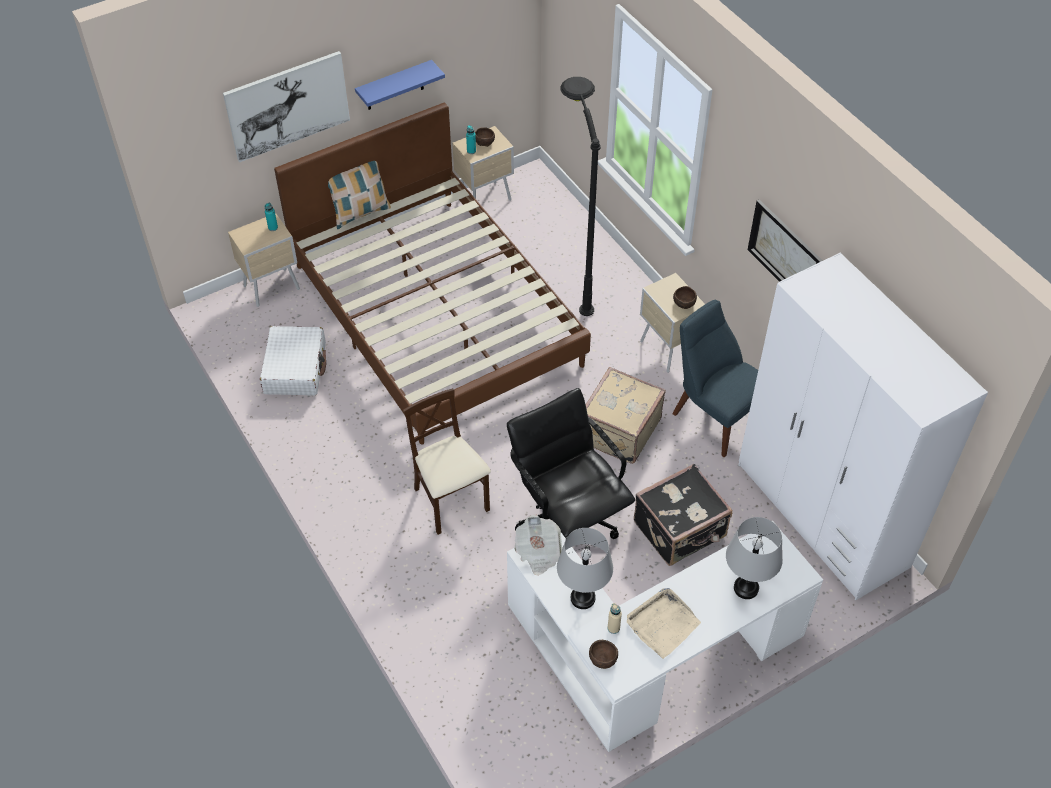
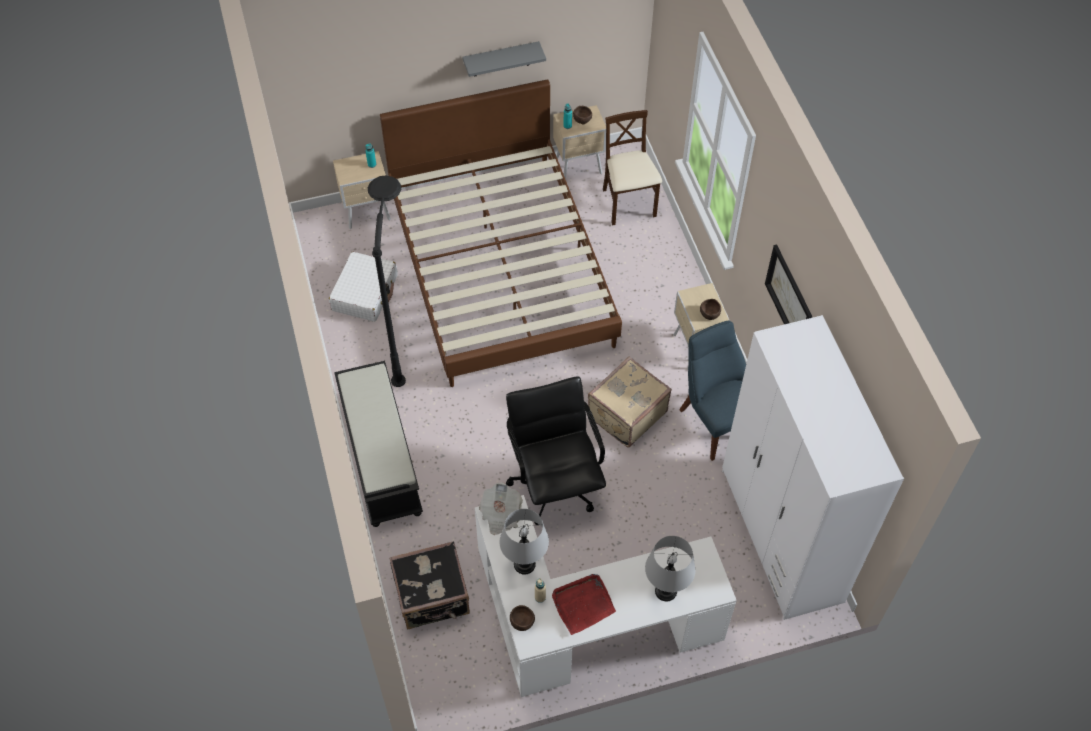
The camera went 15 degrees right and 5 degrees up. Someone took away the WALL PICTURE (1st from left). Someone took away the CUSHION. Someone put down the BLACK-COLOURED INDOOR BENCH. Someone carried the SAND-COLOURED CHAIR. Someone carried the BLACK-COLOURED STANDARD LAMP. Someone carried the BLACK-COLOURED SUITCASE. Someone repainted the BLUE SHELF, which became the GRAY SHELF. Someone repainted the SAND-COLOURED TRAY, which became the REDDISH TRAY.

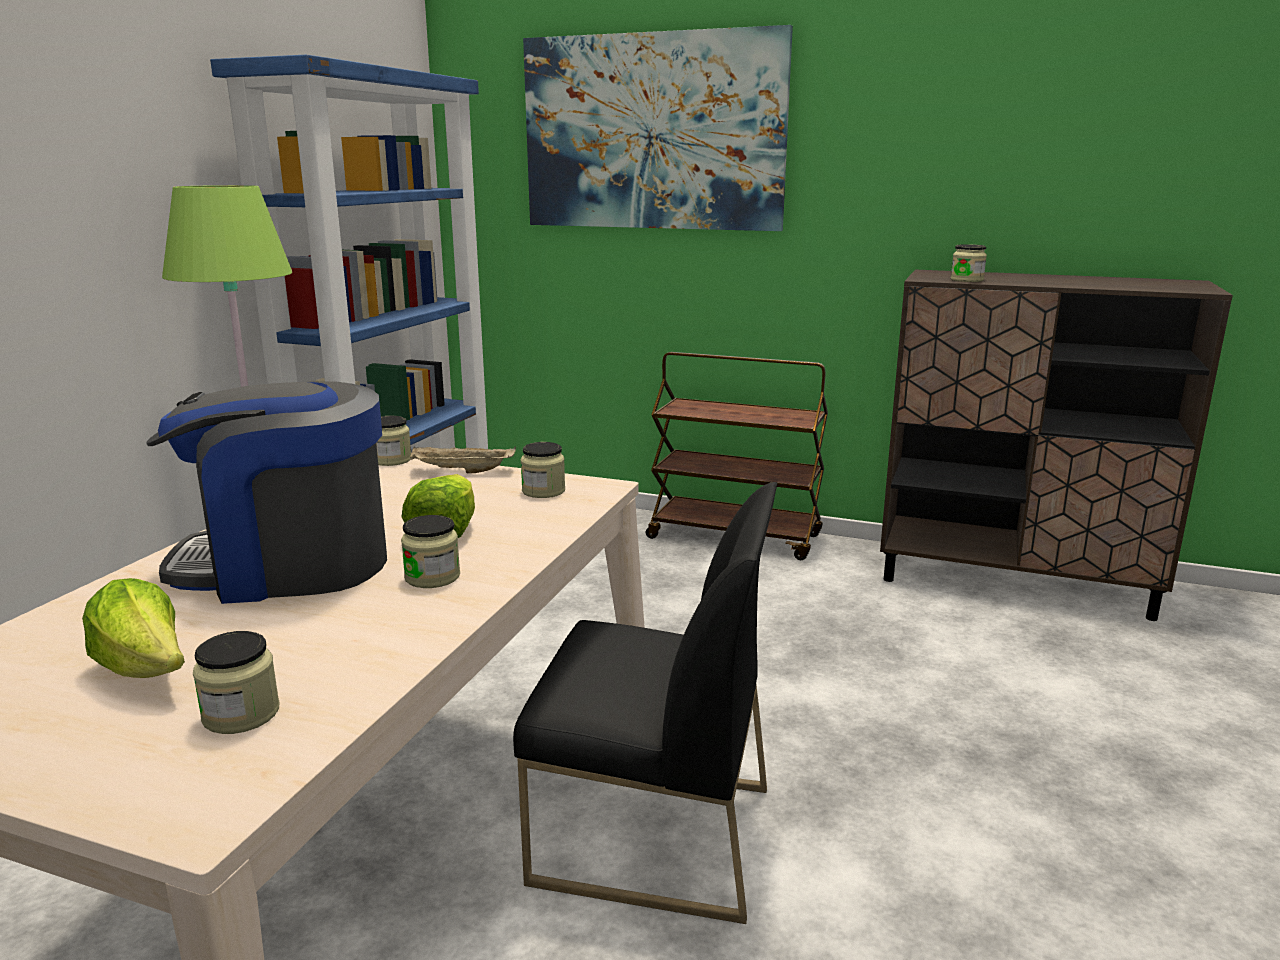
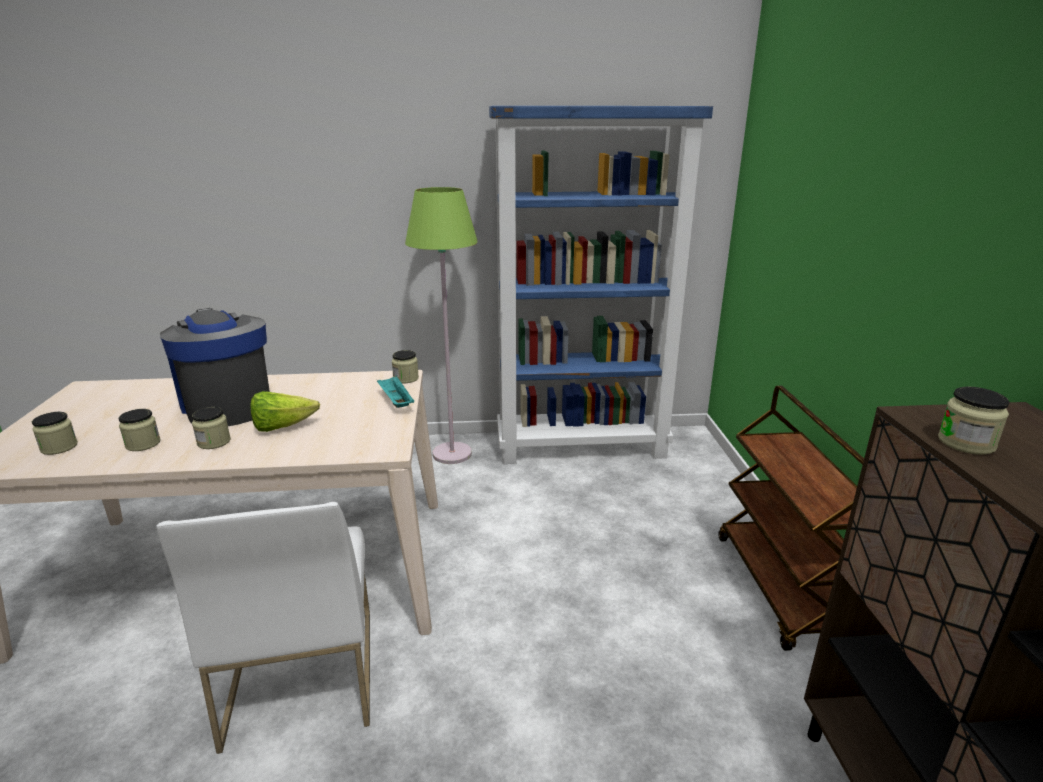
The camera went 65 degrees right and 5 degrees up. Someone took away the LETTUCE HEAD (1st from left). Someone took away the WALL PICTURE. Someone carried the JAR (4th from left in the first image). Someone repainted the SAND-COLOURED TRAY, which became the TURQUOISE-COLOURED TRAY. Someone repainted the BLACK-COLOURED CHAIR, which became the WHITE-COLOURED CHAIR.

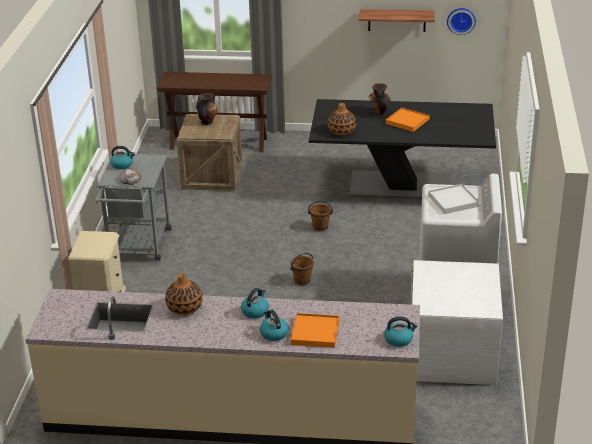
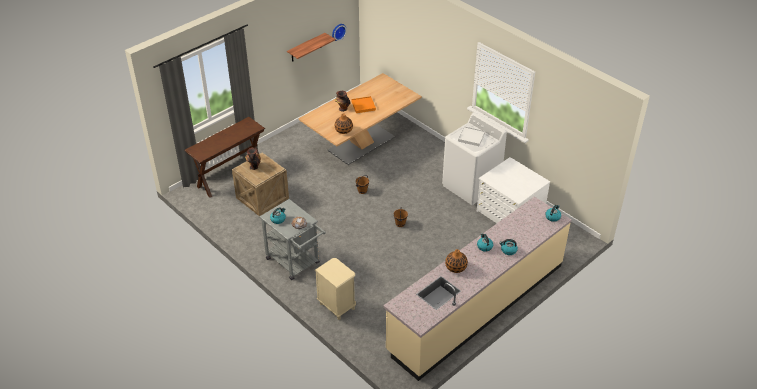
The camera went 50 degrees left and 10 degrees up. Someone took away the ORANGEY TRAY (1st from left). Someone repainted the BLACK-COLOURED DINNER TABLE, which became the SAND-COLOURED DINNER TABLE.

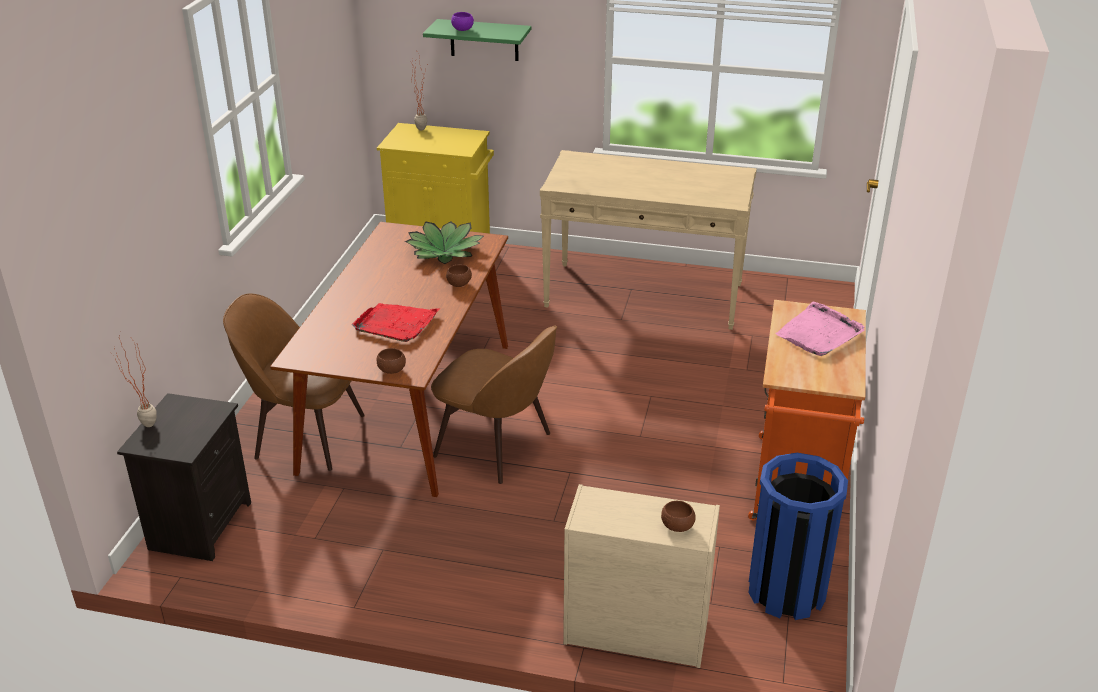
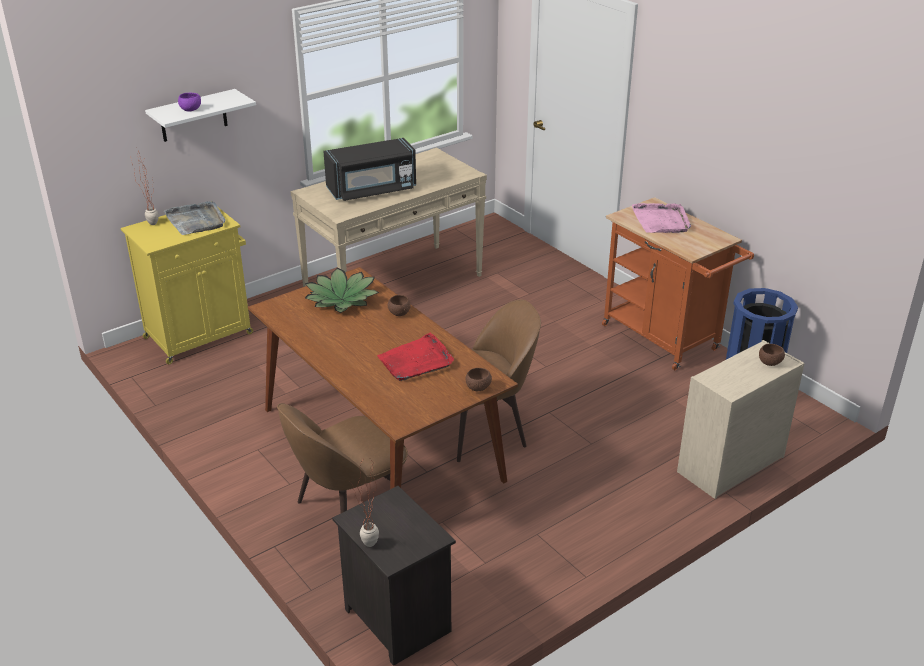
The camera went 50 degrees left and 0 degrees up. Someone put down the GRAY TRAY. Someone put down the BLACK-COLOURED MICROWAVE. Someone repainted the GREEN-COLOURED SHELF, which became the WHITE-COLOURED SHELF.

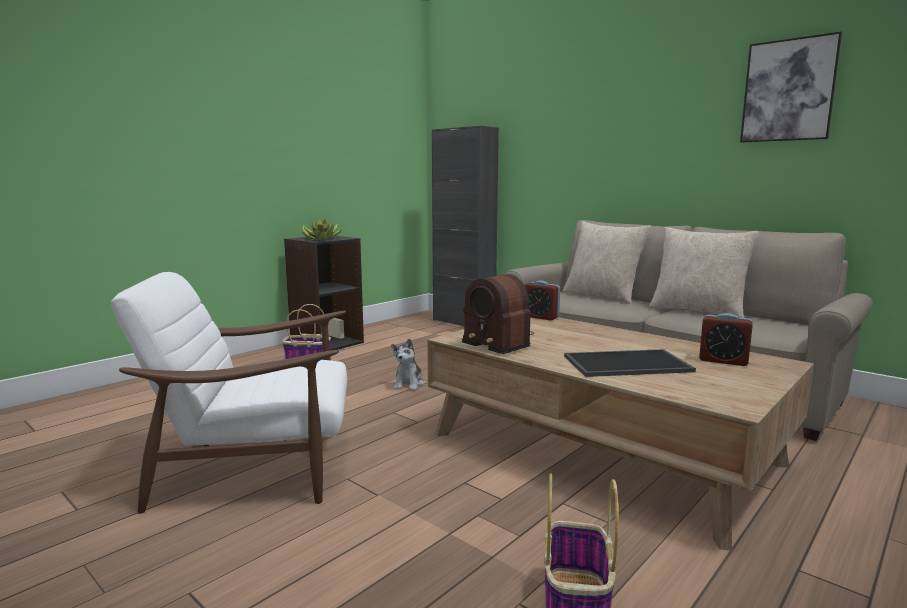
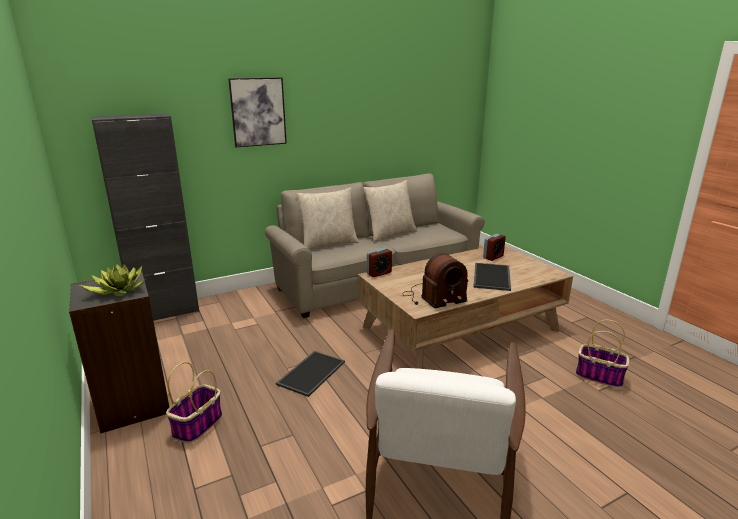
The camera went 70 degrees left and 10 degrees up. Someone carried the WALL PICTURE. Someone swapped the PLUSH TOY for the TRAY (1st from left).

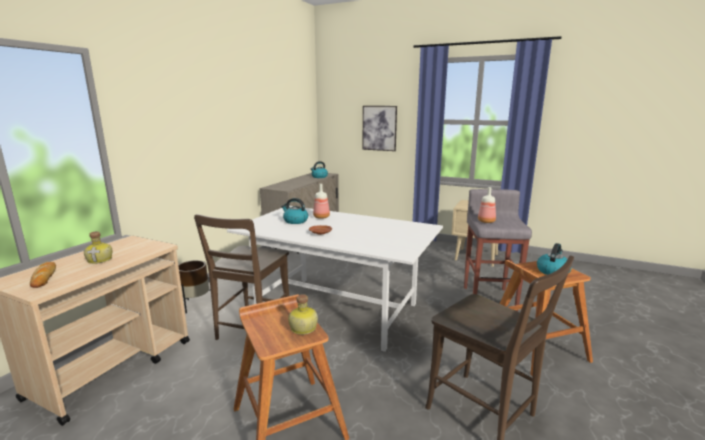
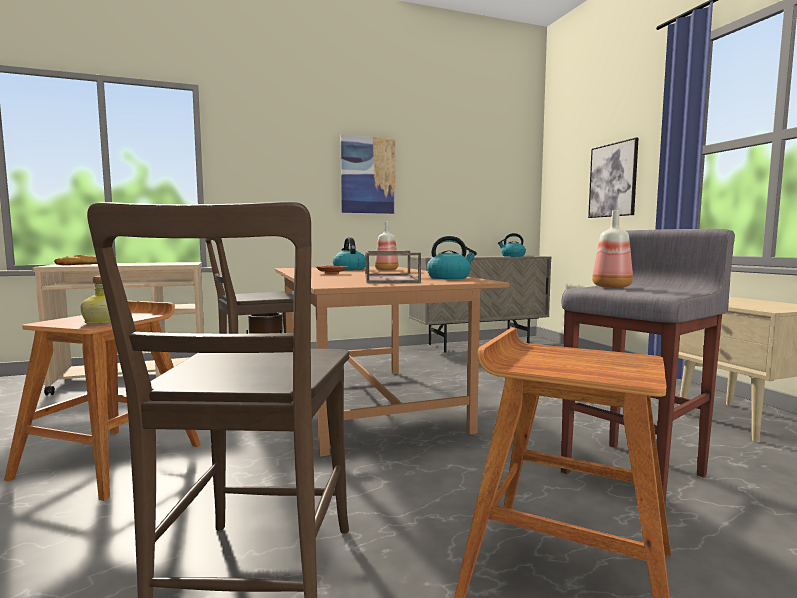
The camera went 45 degrees right and 10 degrees down. Someone took away the BOTTLE (1st from left). Someone put up the WALL PICTURE (1st from left). Someone put down the BROWN-COLOURED TRAY. Someone carried the KETTLE (3rd from left in the first image). Someone repainted the WHITE-COLOURED DINNER TABLE, which became the BROWN-COLOURED DINNER TABLE.

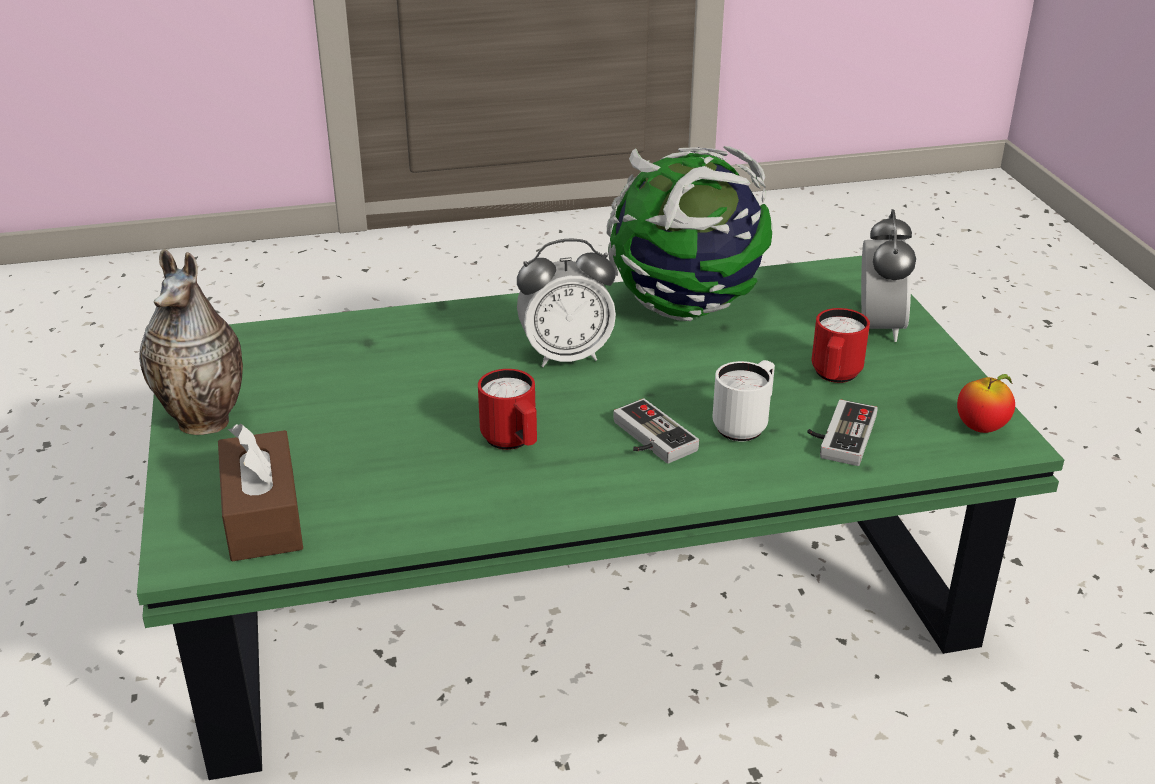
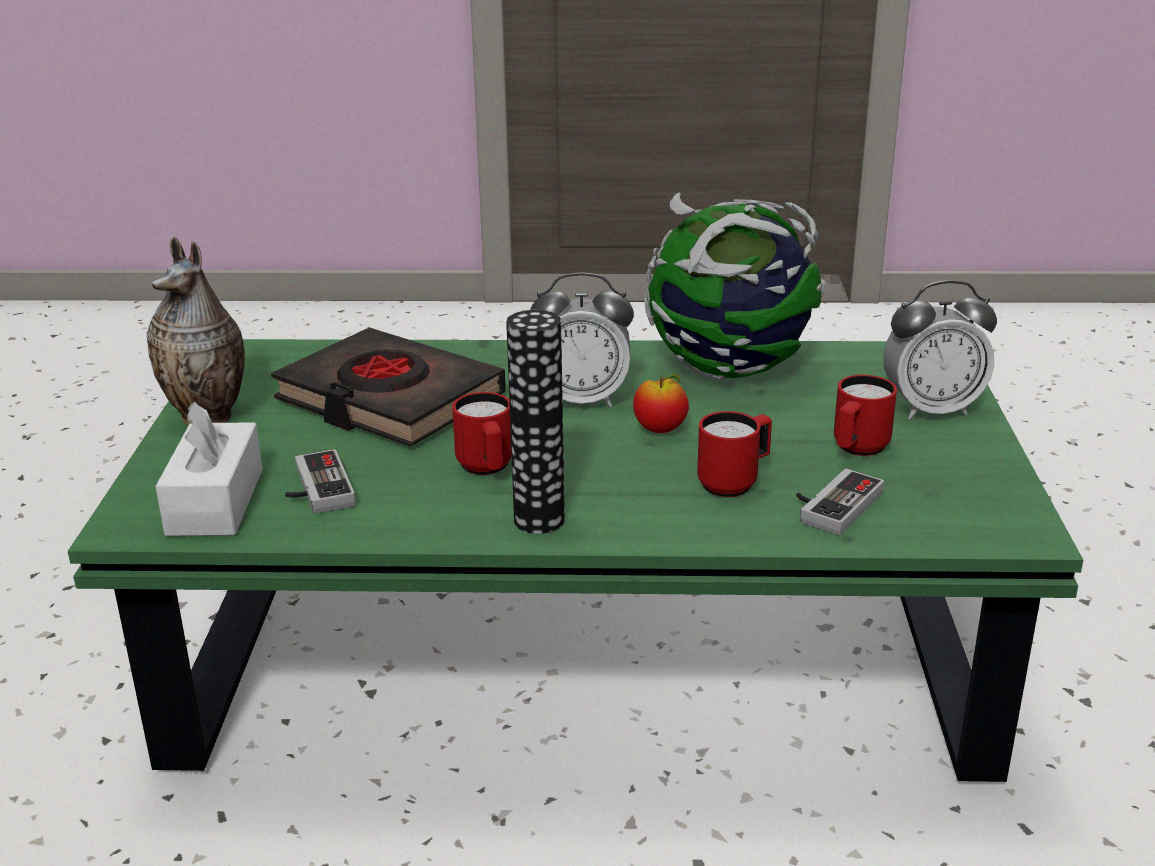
The camera went 15 degrees right and 5 degrees down. Someone put down the BLACK-COLOURED BOUND BOOK. Someone put down the FLOWER VASE (2nd from left). Someone carried the GAMEPAD (1st from left). Someone carried the APPLE. Someone repainted the BROWN-COLOURED BOX OF TISSUES, which became the WHITE-COLOURED BOX OF TISSUES. Someone repainted the WHITE-COLOURED TEA MUG, which became the REDDISH TEA MUG (2nd from left). Someone rotated the BEDSIDE CLOCK (2nd from left) by 60 degrees clockwise.

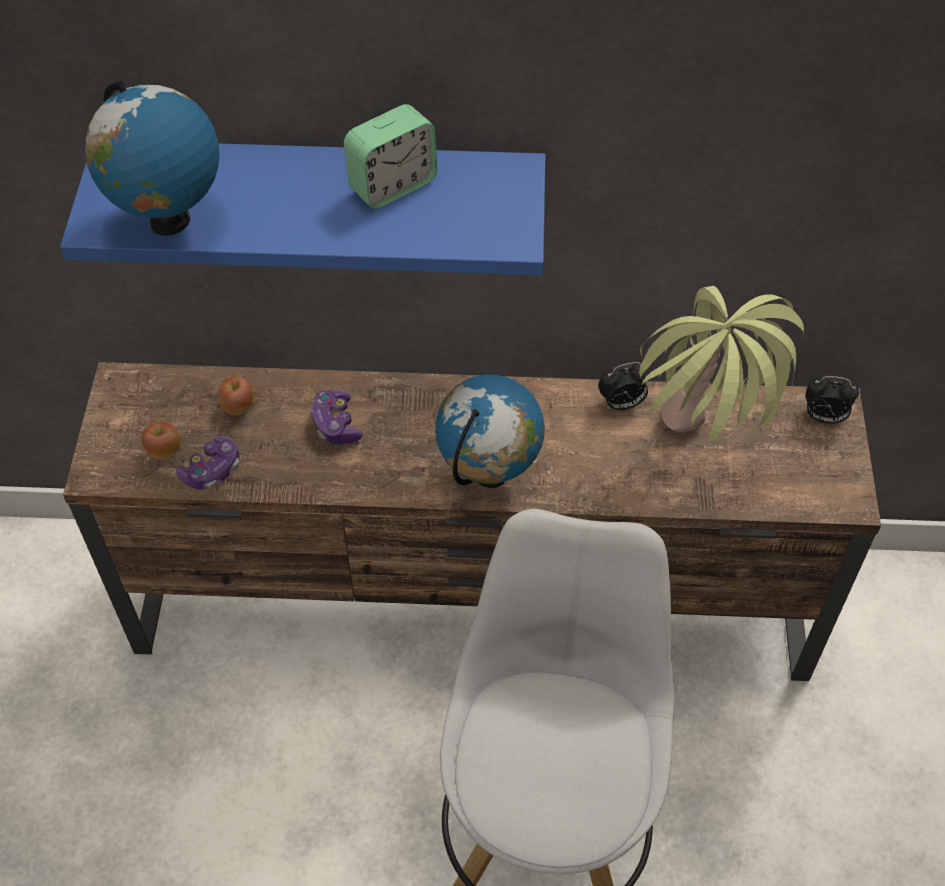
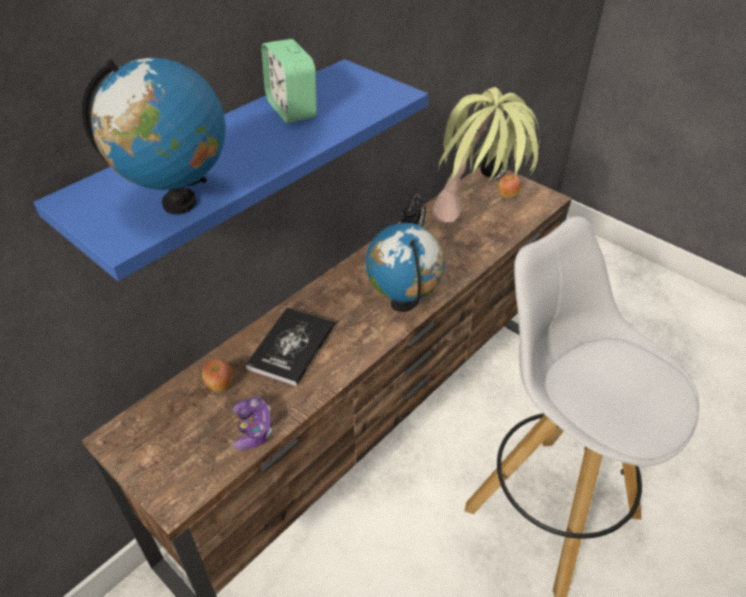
The camera went 50 degrees left and 10 degrees down. Someone carried the APPLE (1st from left in the first image). Someone swapped the GAMEPAD (2nd from left) for the BOUND BOOK. Someone rotated the BEDSIDE CLOCK (1st from left) by 150 degrees clockwise.

